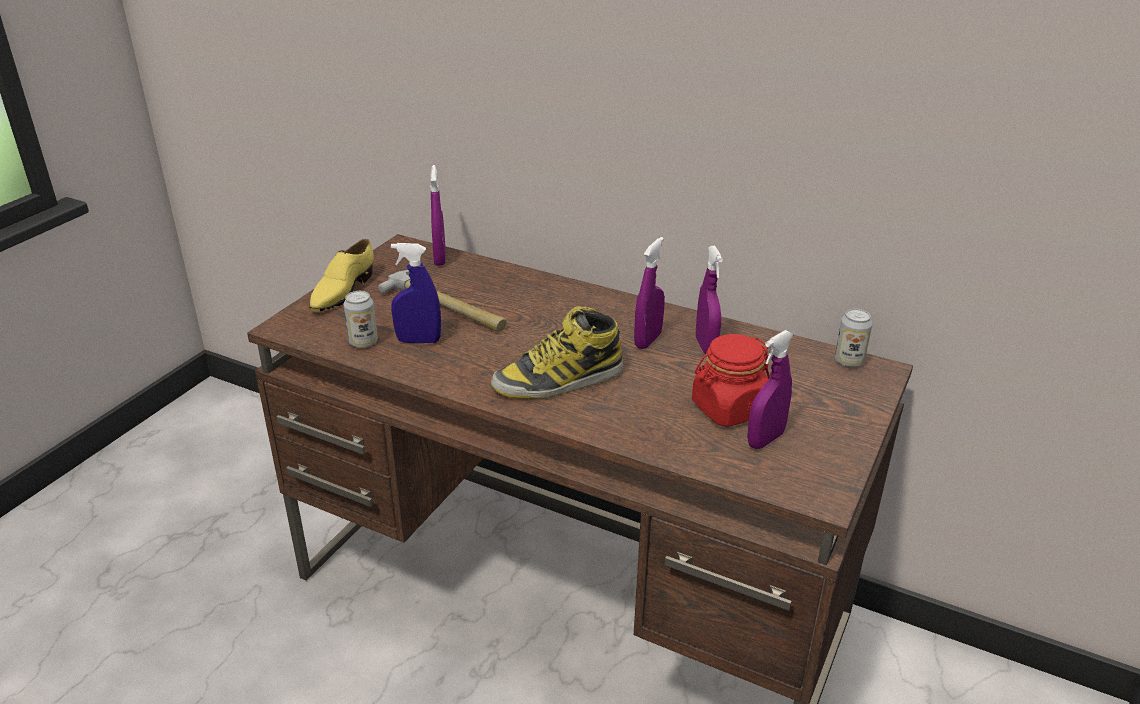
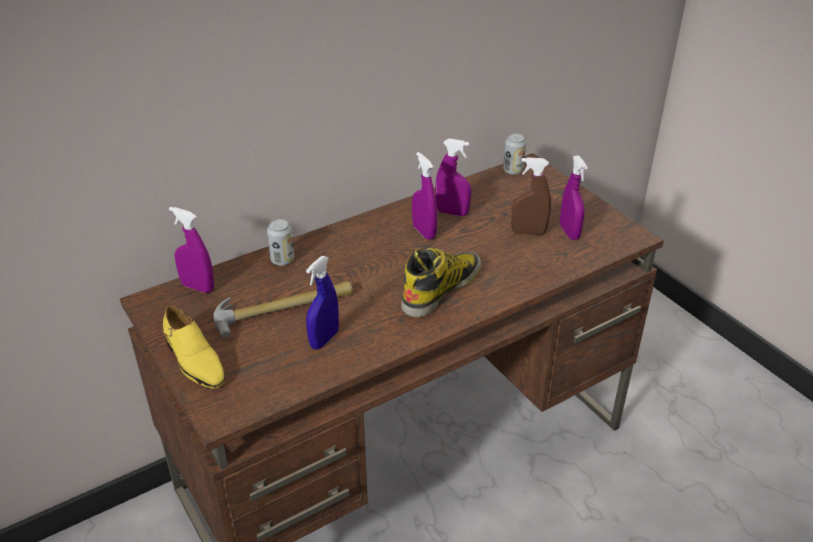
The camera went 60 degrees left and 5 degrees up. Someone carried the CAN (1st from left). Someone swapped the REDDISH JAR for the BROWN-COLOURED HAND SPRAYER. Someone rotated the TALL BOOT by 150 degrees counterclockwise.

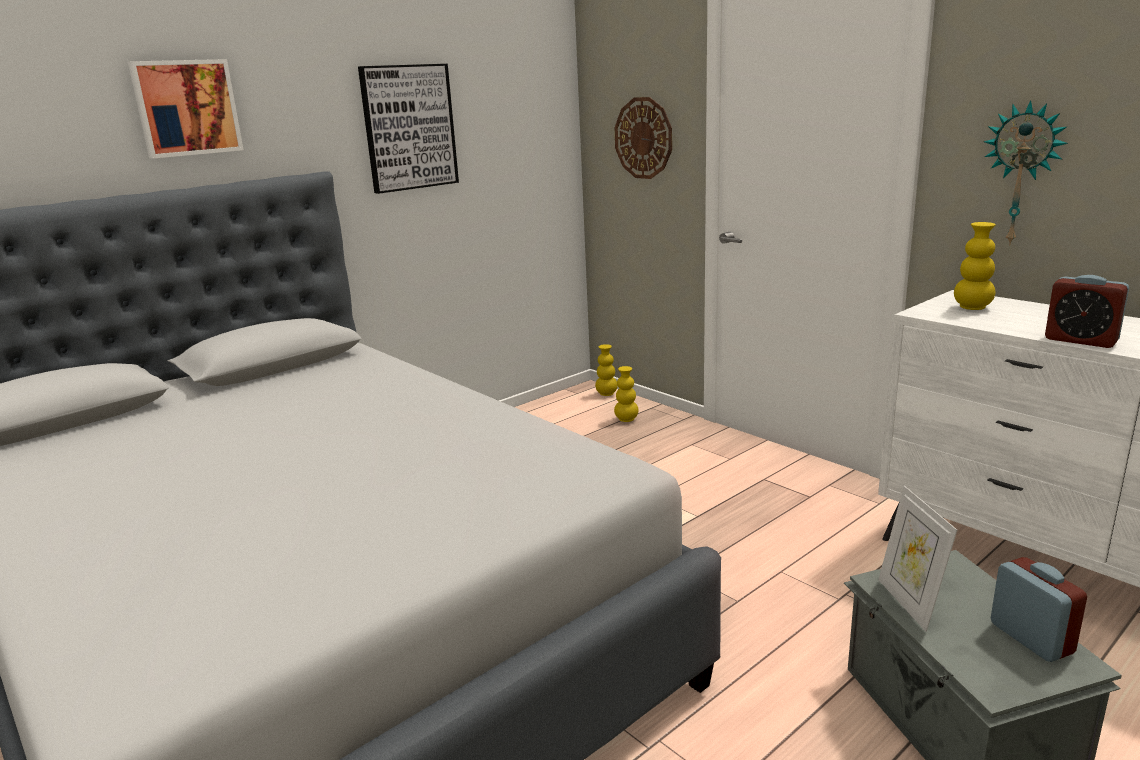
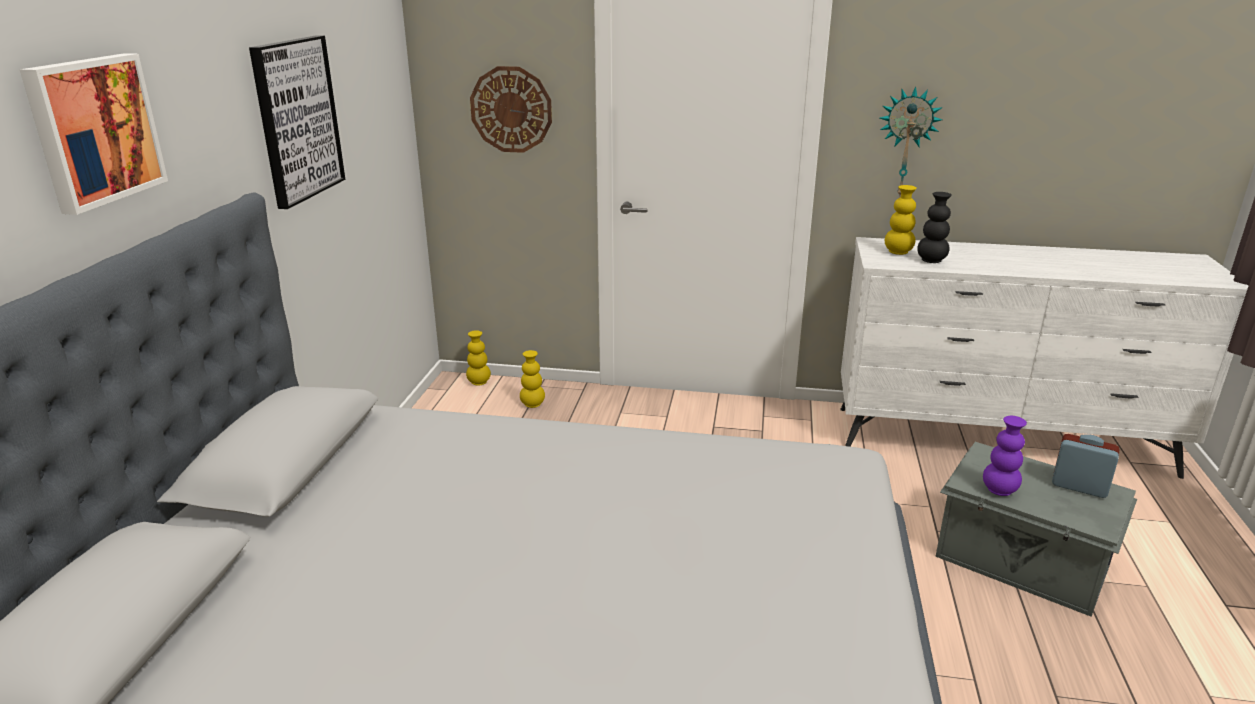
The camera went 40 degrees left and 5 degrees up. Someone took away the BEDSIDE CLOCK (2nd from left). Someone put down the BLACK-COLOURED FLOWER VASE. Someone swapped the PICTURE FRAME for the PURPLE FLOWER VASE.

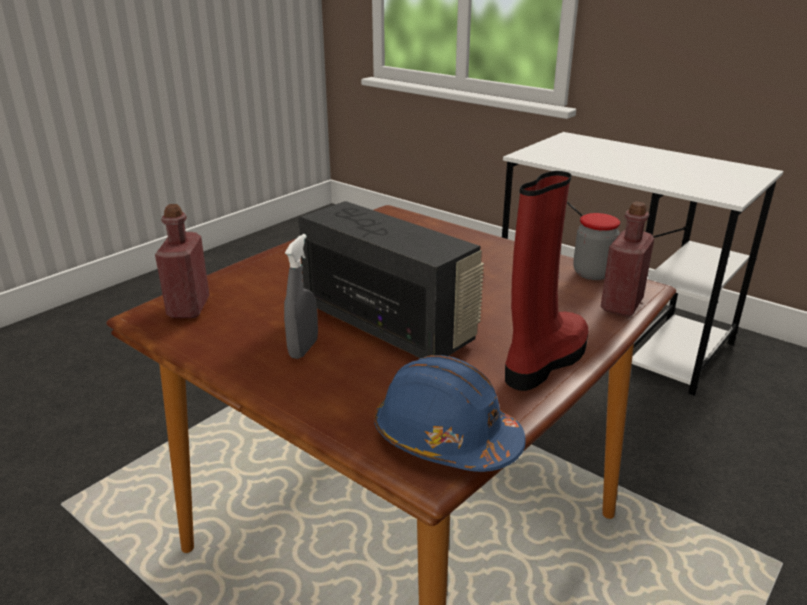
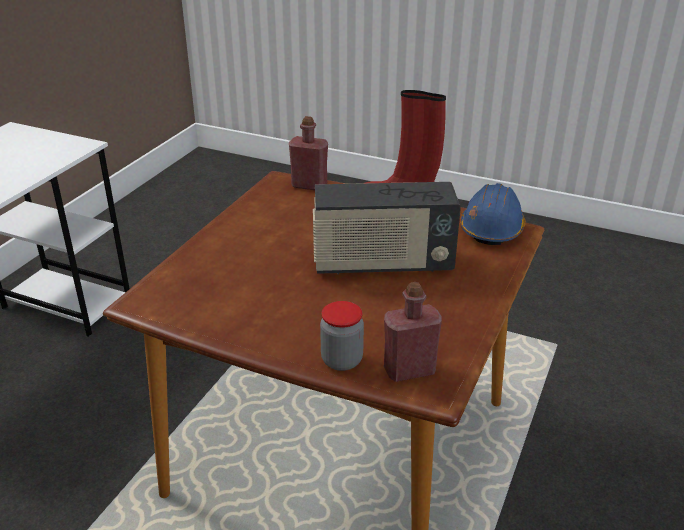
The camera went 105 degrees left and 5 degrees up. Someone took away the GRAY HAND SPRAYER. Someone carried the JAR. Someone rotated the RADIO by 120 degrees counterclockwise.

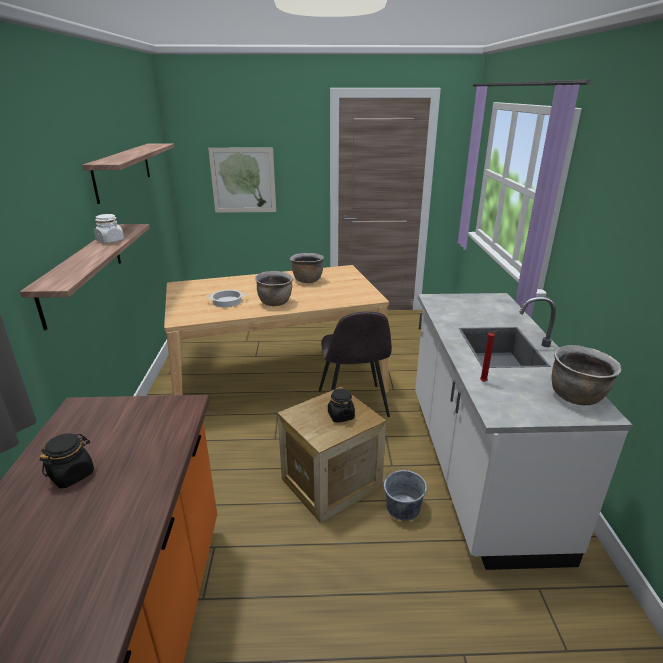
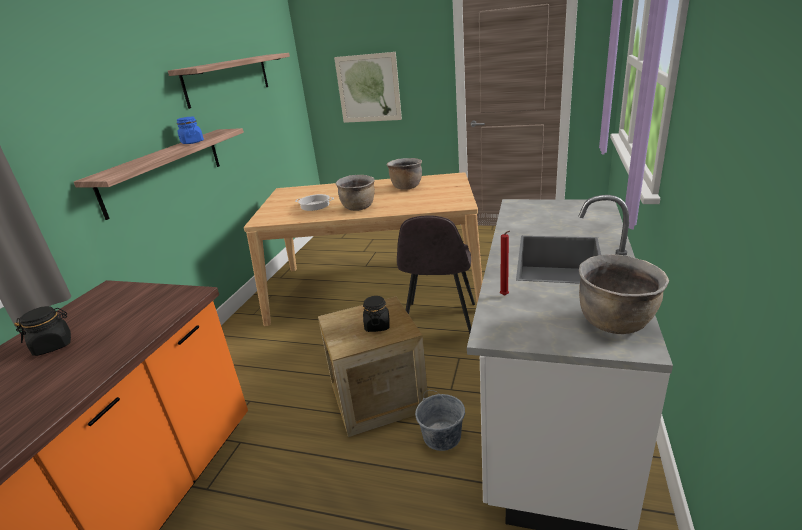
The camera went 20 degrees right and 0 degrees up. Someone repainted the WHITE-COLOURED JAR, which became the BLUE JAR.

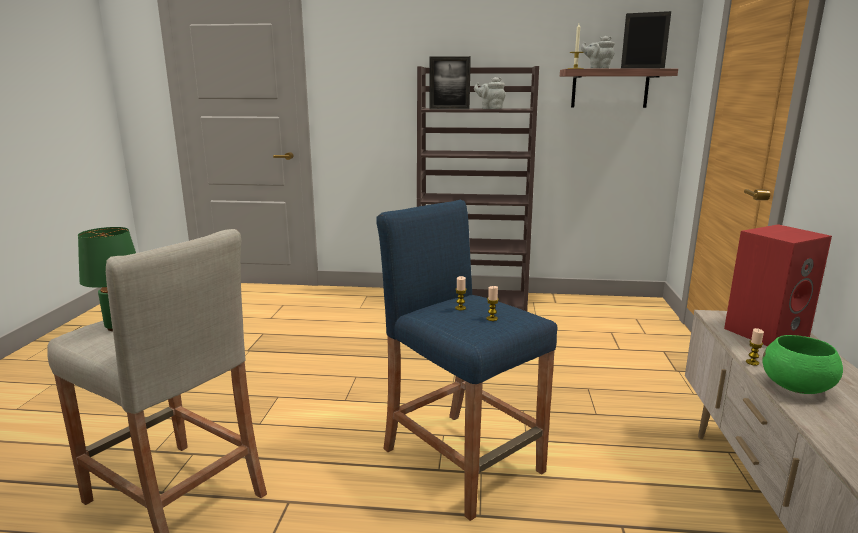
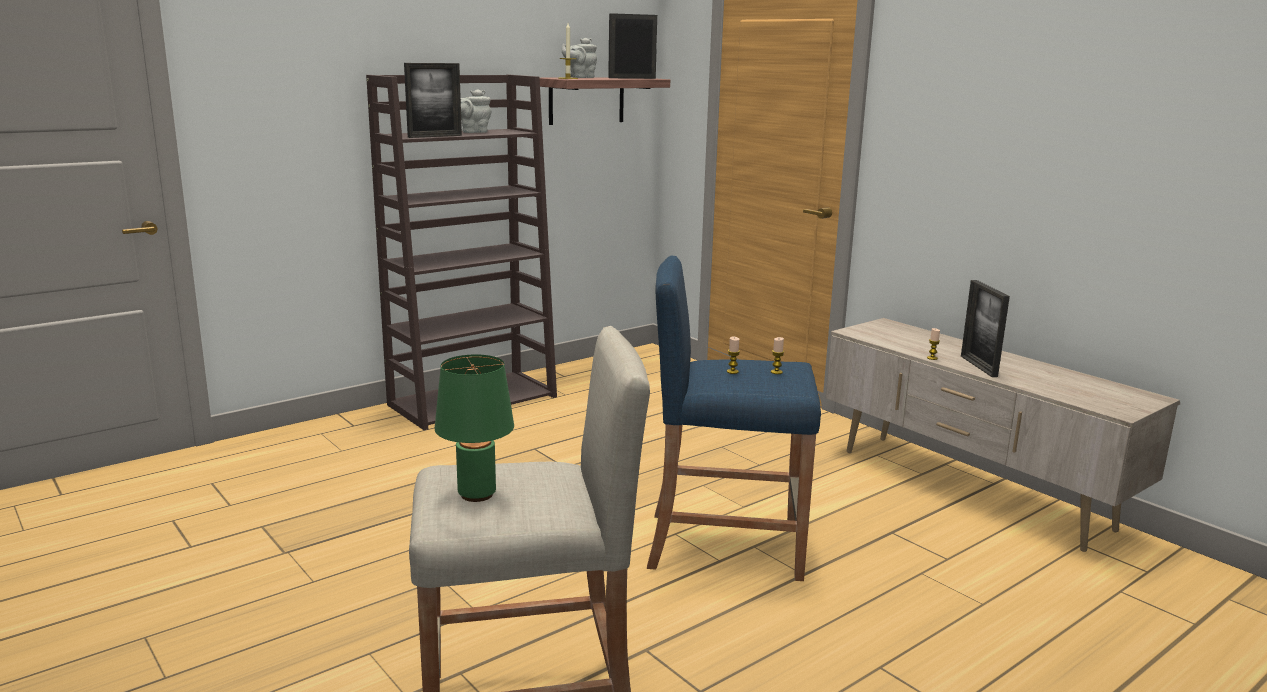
The camera went 45 degrees left and 0 degrees up. Someone took away the REDDISH AUDIO SPEAKER. Someone swapped the GREEN-COLOURED SERVING BOWL for the PICTURE FRAME (3rd from left).

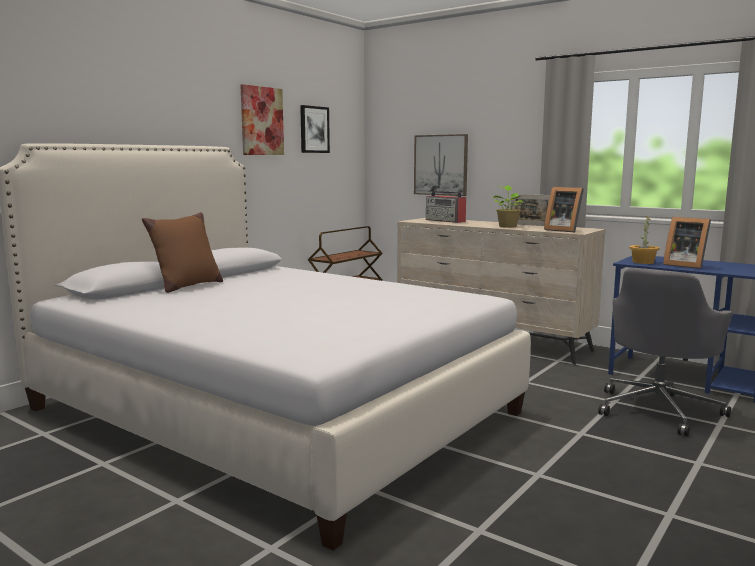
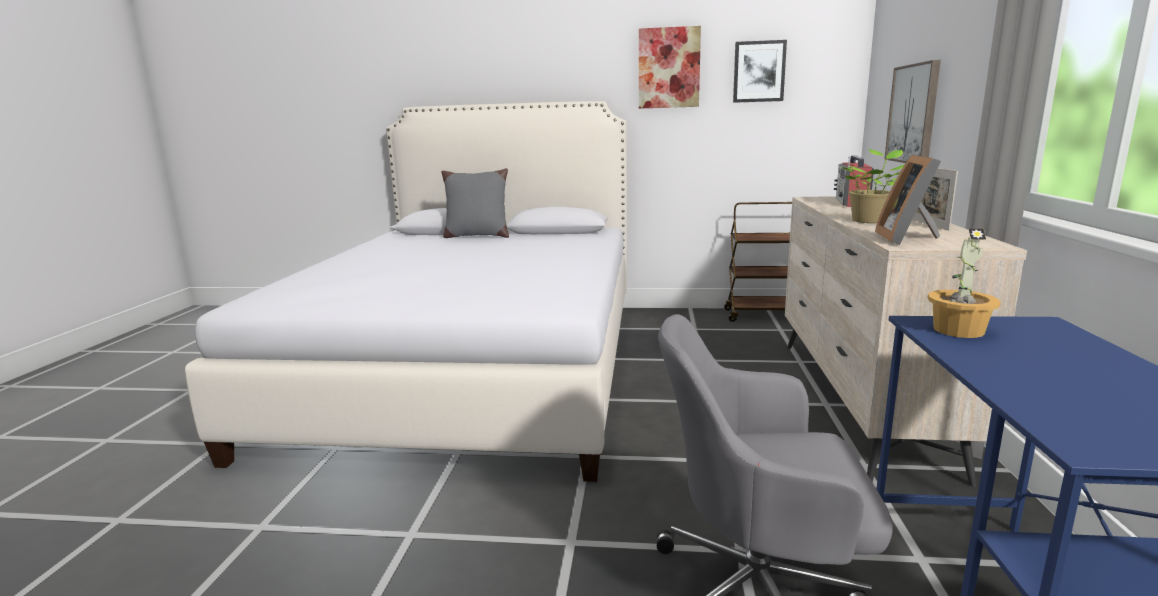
The camera went 60 degrees right and 5 degrees up. Someone took away the PICTURE FRAME (3rd from left). Someone repainted the BROWN-COLOURED CUSHION, which became the GRAY CUSHION.

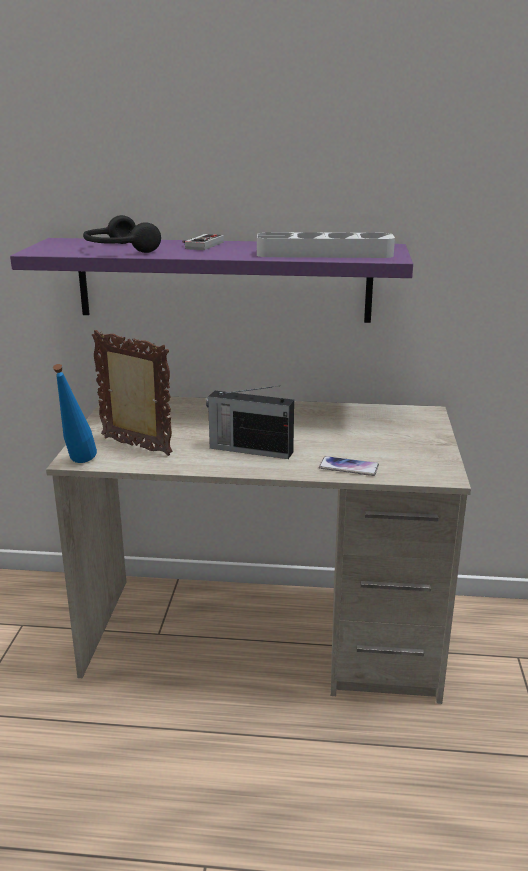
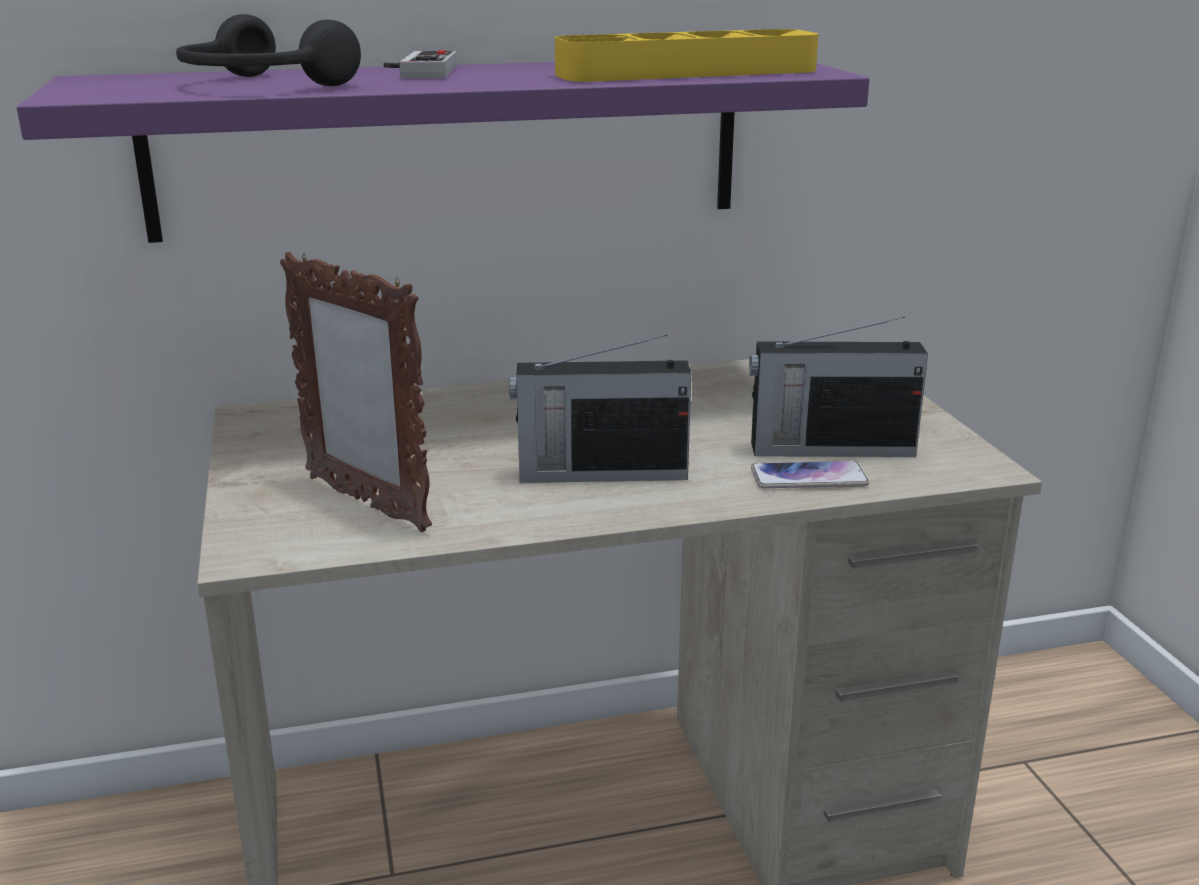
The camera went 20 degrees left and 0 degrees up. Someone took away the BLUE BOTTLE. Someone put down the RADIO (2nd from left). Someone repainted the GRAY TRAY, which became the YELLOW TRAY. Someone rotated the PICTURE FRAME by 150 degrees counterclockwise.

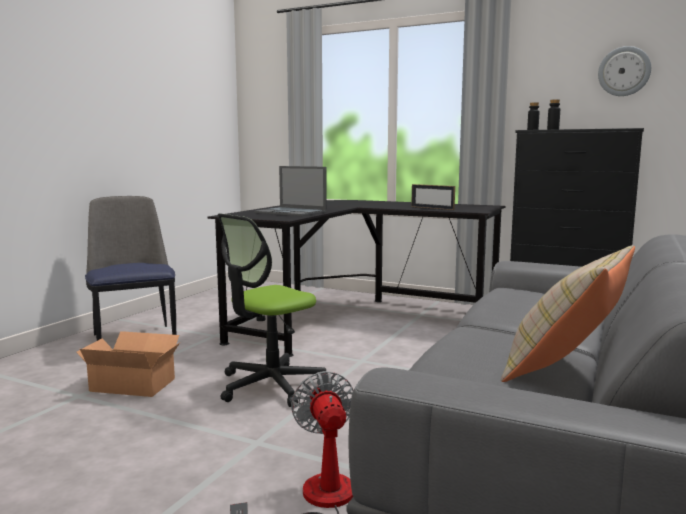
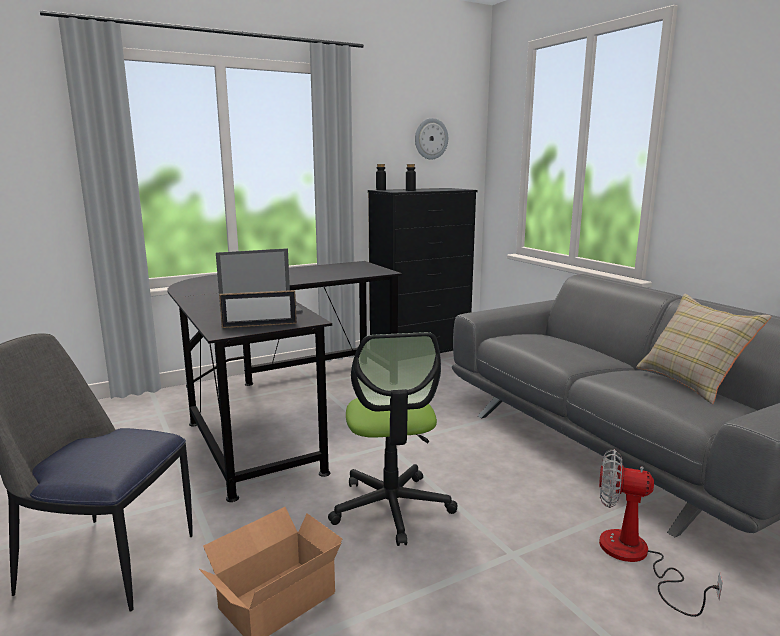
The camera went 55 degrees left and 5 degrees up. Someone carried the PICTURE FRAME.

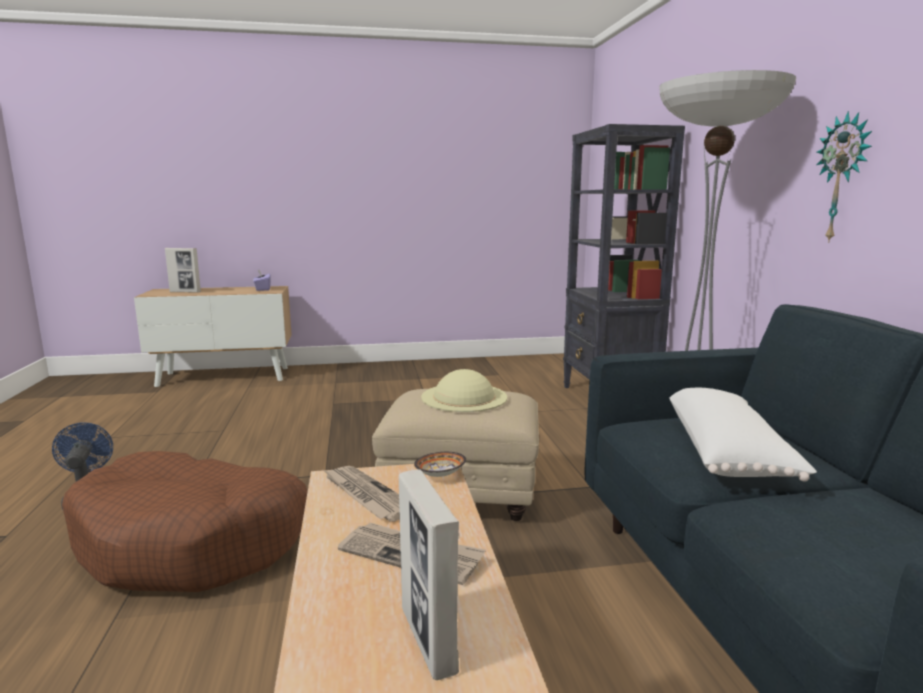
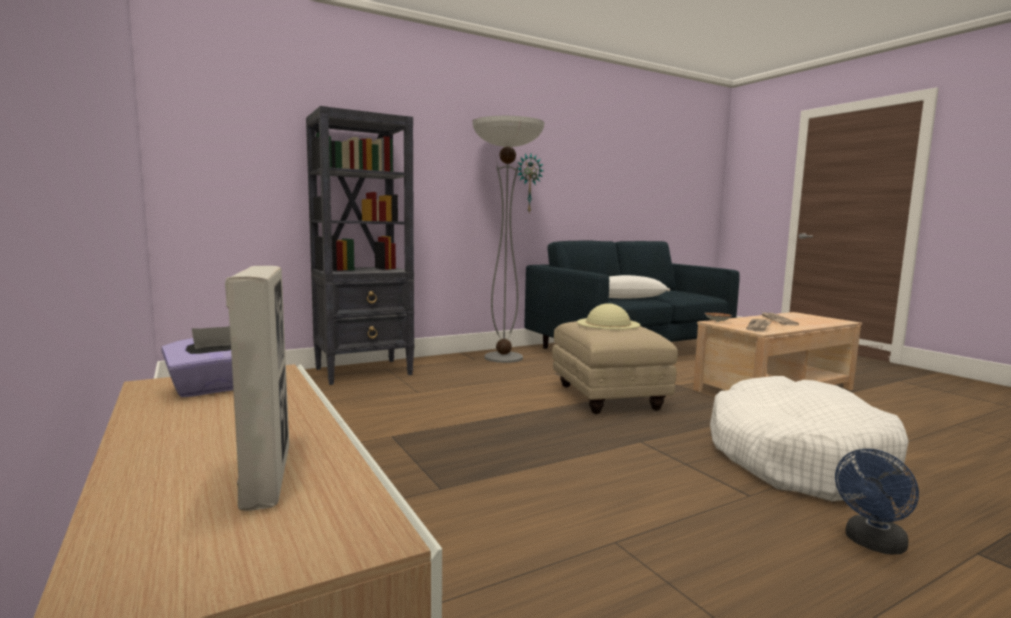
The camera went 110 degrees left and 5 degrees down. Someone took away the PICTURE FRAME (2nd from left). Someone repainted the BROWN-COLOURED DOG BED, which became the WHITE-COLOURED DOG BED.

